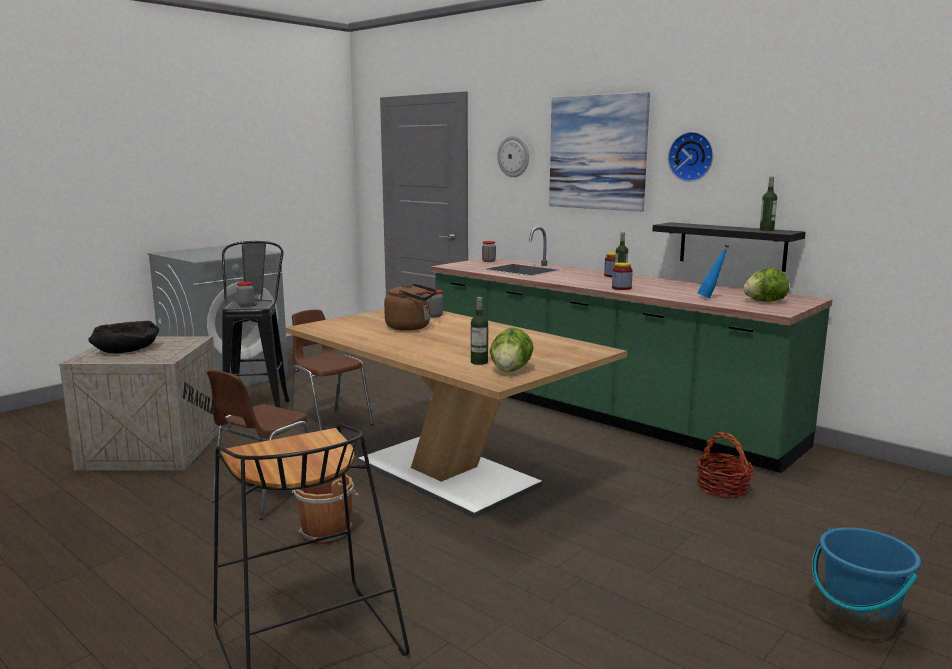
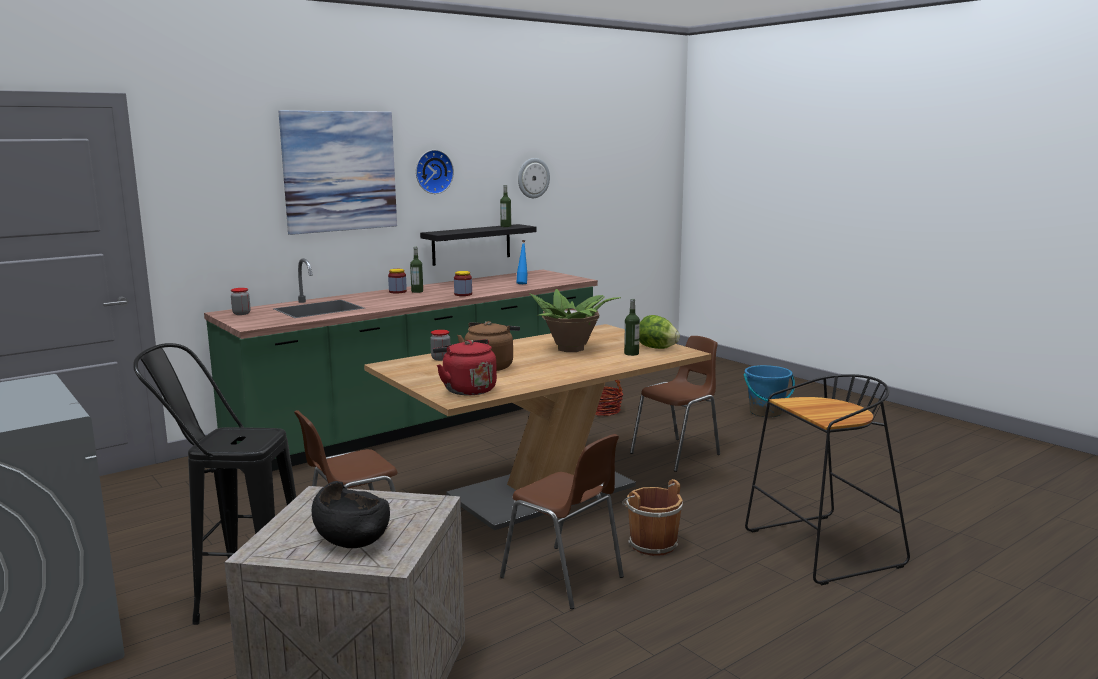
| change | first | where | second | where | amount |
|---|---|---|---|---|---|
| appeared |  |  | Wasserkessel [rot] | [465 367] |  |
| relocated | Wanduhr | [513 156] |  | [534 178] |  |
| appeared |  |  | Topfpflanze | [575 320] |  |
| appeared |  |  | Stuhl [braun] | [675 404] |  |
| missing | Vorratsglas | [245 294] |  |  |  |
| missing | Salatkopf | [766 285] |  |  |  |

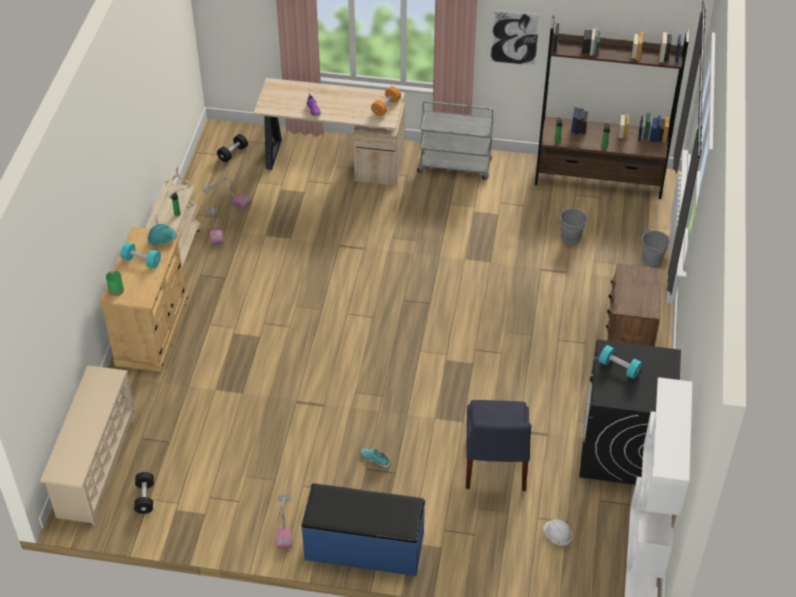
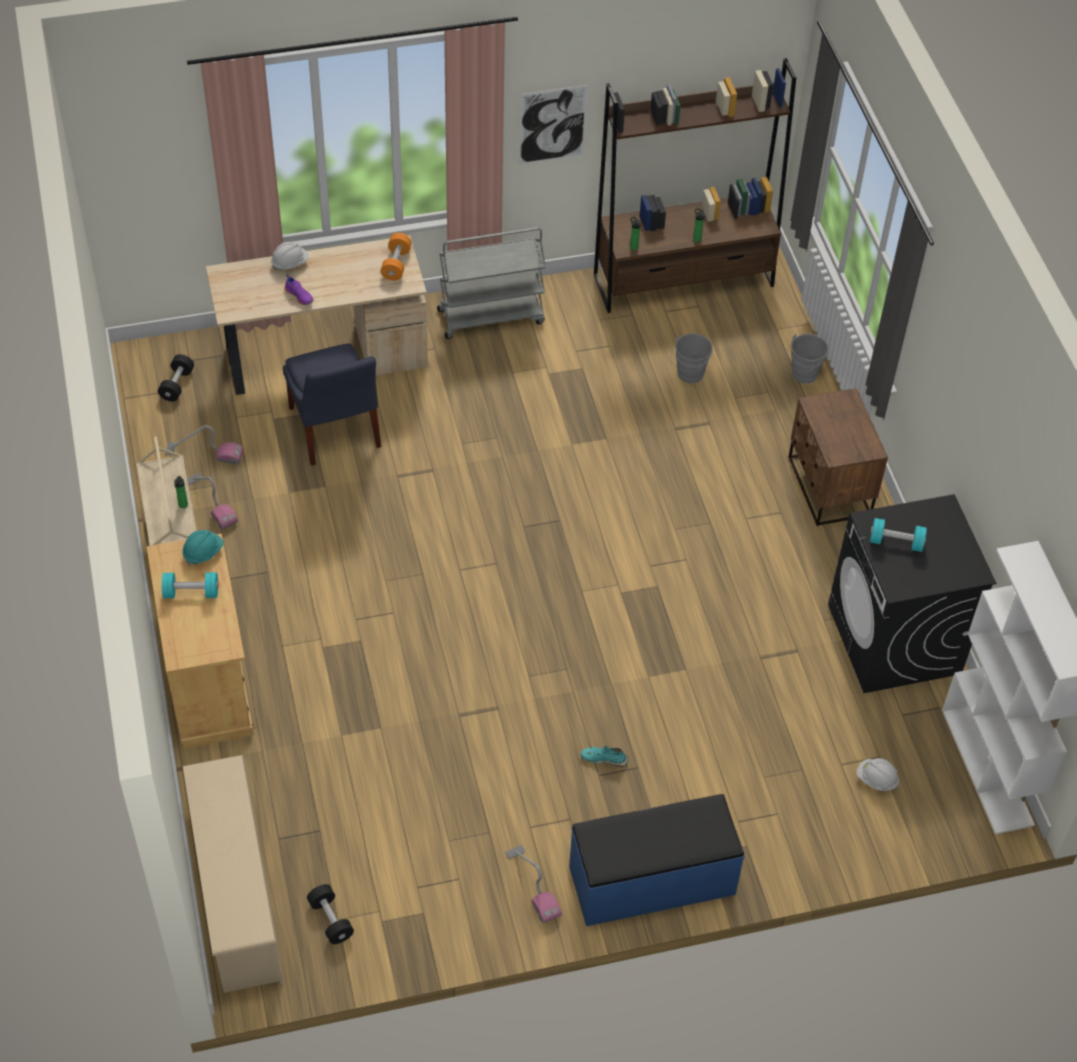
| change | first | where | second | where | amount |
|---|---|---|---|---|---|
| appeared |  |  | Schutzhelm [weiß] | [290 256] |  |
| relocated | Stuhl [blau] | [498 445] |  | [332 404] |  |
| missing | Flasche [grün] | [115 282] |  |  |  |

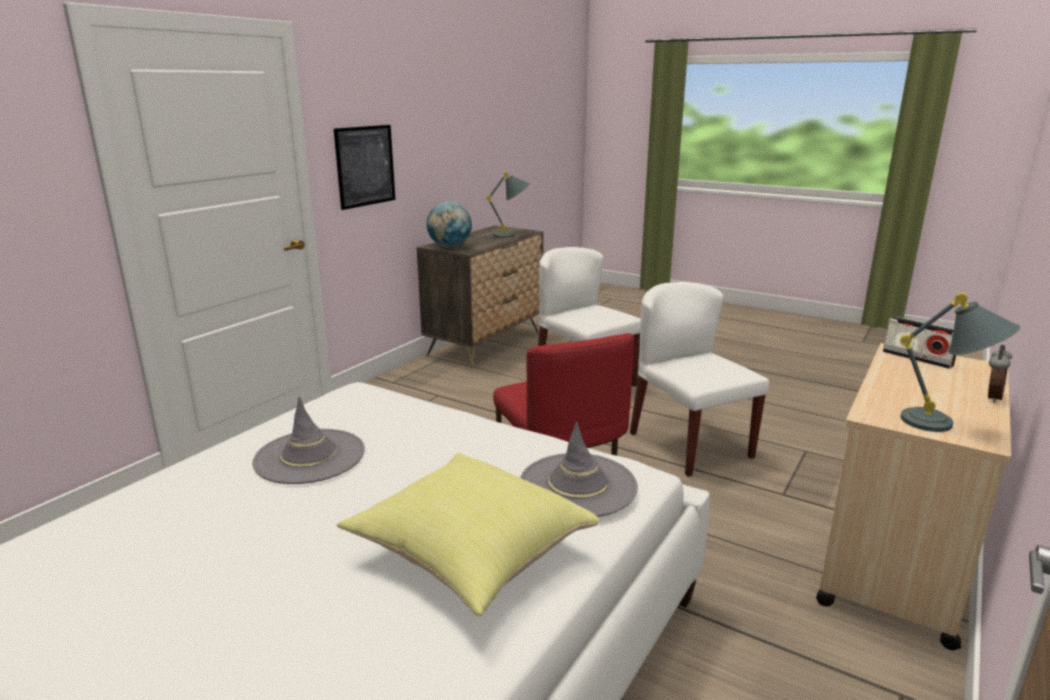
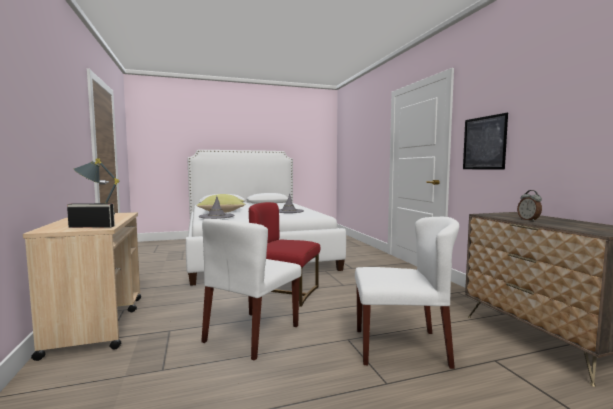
| change | first | where | second | where | amount |
|---|---|---|---|---|---|
| spun | Stuhl [weiß] | [699 379] |  | [251 290] | 105 degrees clockwise |
| relocated | Wecker | [1000 374] |  | [529 205] |  |
| missing | Globus | [449 225] |  |  |  |
| missing | Tischlampe [grau] | [508 205] |  |  |  |

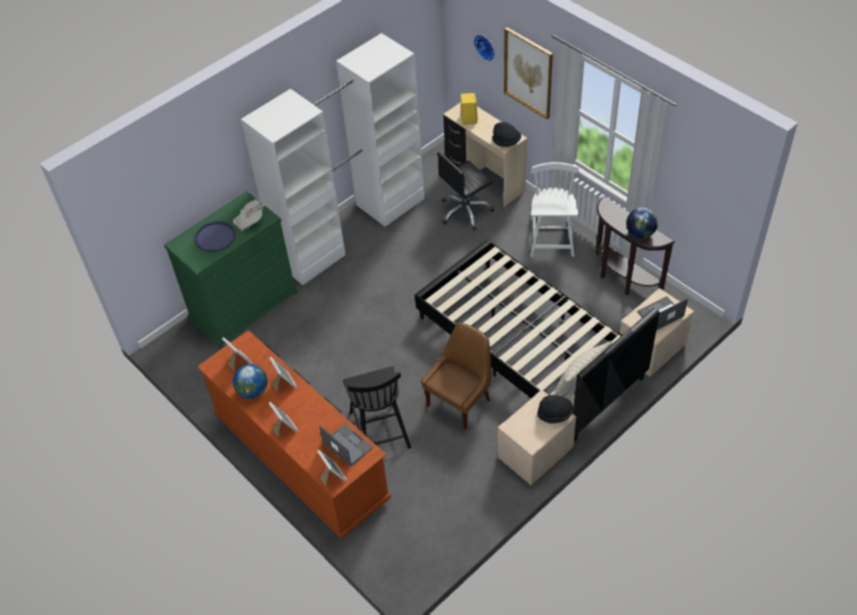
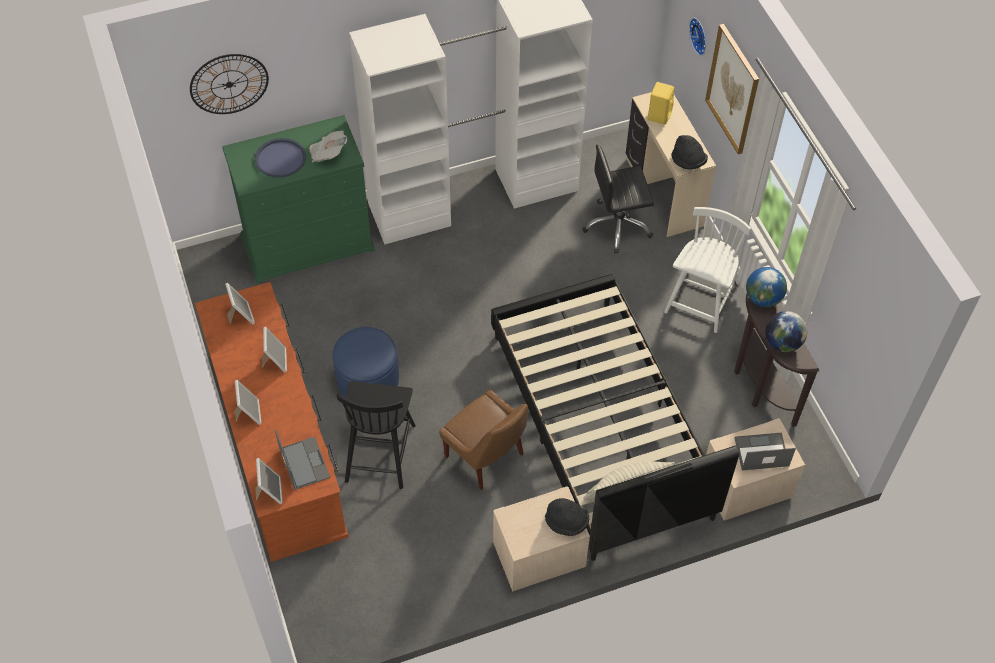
| change | first | where | second | where | amount |
|---|---|---|---|---|---|
| appeared |  |  | Wanduhr | [229 84] |  |
| appeared |  |  | Polsterhocker [blau] | [365 362] |  |
| spun | Stuhl [braun] | [456 376] |  | [483 439] | 75 degrees clockwise |
| relocated | Globus | [250 381] |  | [766 287] |  |

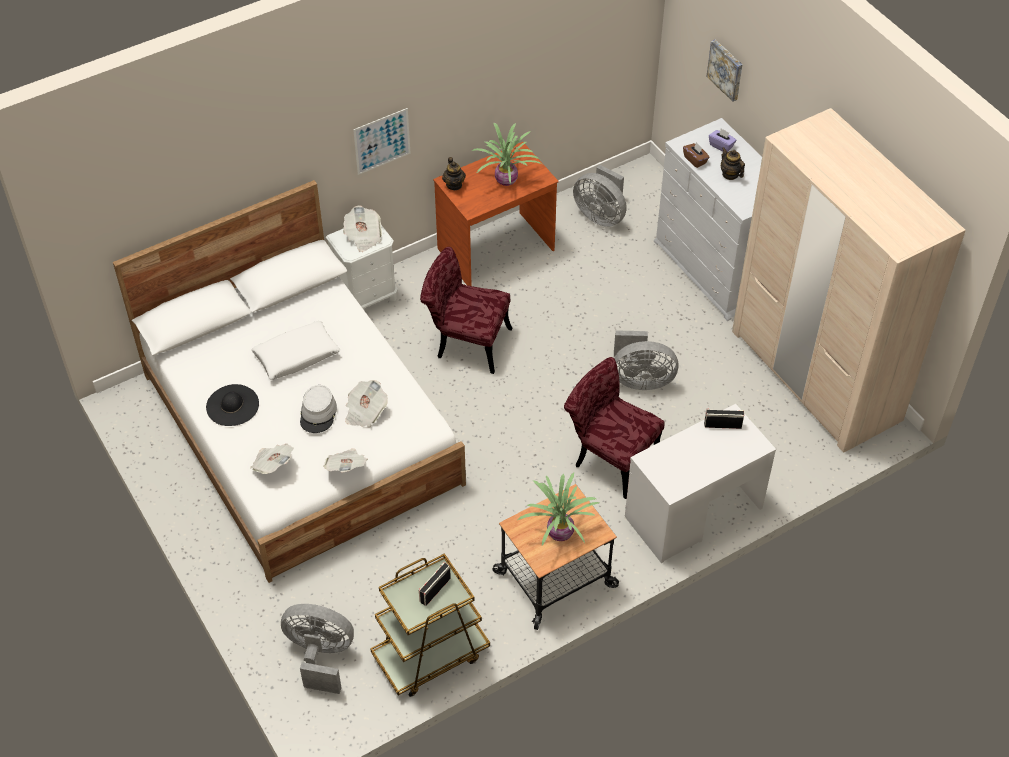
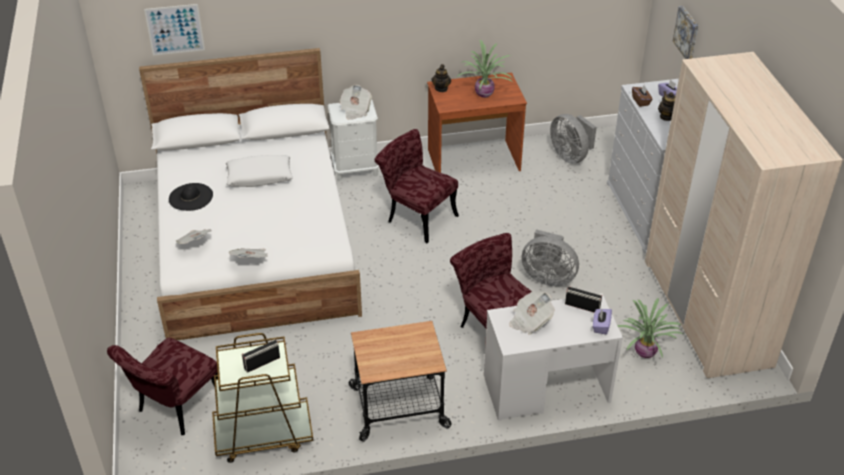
| change | first | where | second | where | amount |
|---|---|---|---|---|---|
| exchanged | Ventilator [grau] | [317 649] | Stuhl [rot] | [162 386] |  |
| relocated | Bild | [382 141] |  | [174 30] |  |
| relocated | Zeitung | [366 403] |  | [531 313] |  |
| appeared |  |  | Taschentuchbox [lila] | [602 321] |  |
| relocated | Topfpflanze | [558 508] |  | [650 328] |  |
| missing | Hut [grau] | [318 409] |  |  |  |

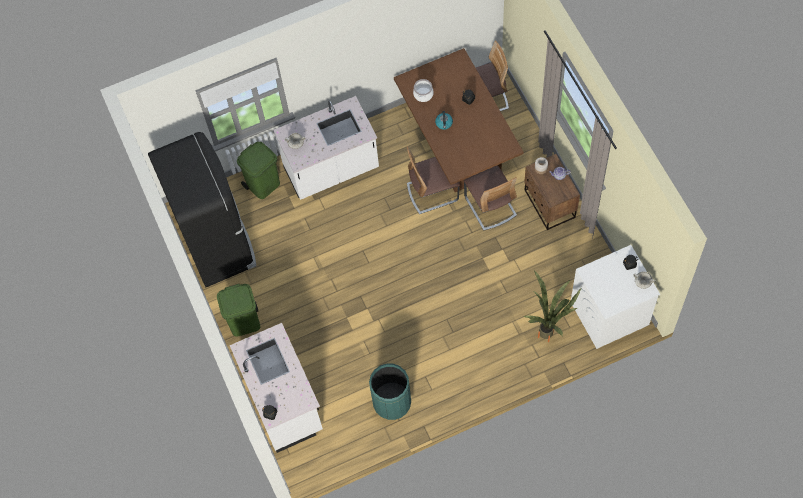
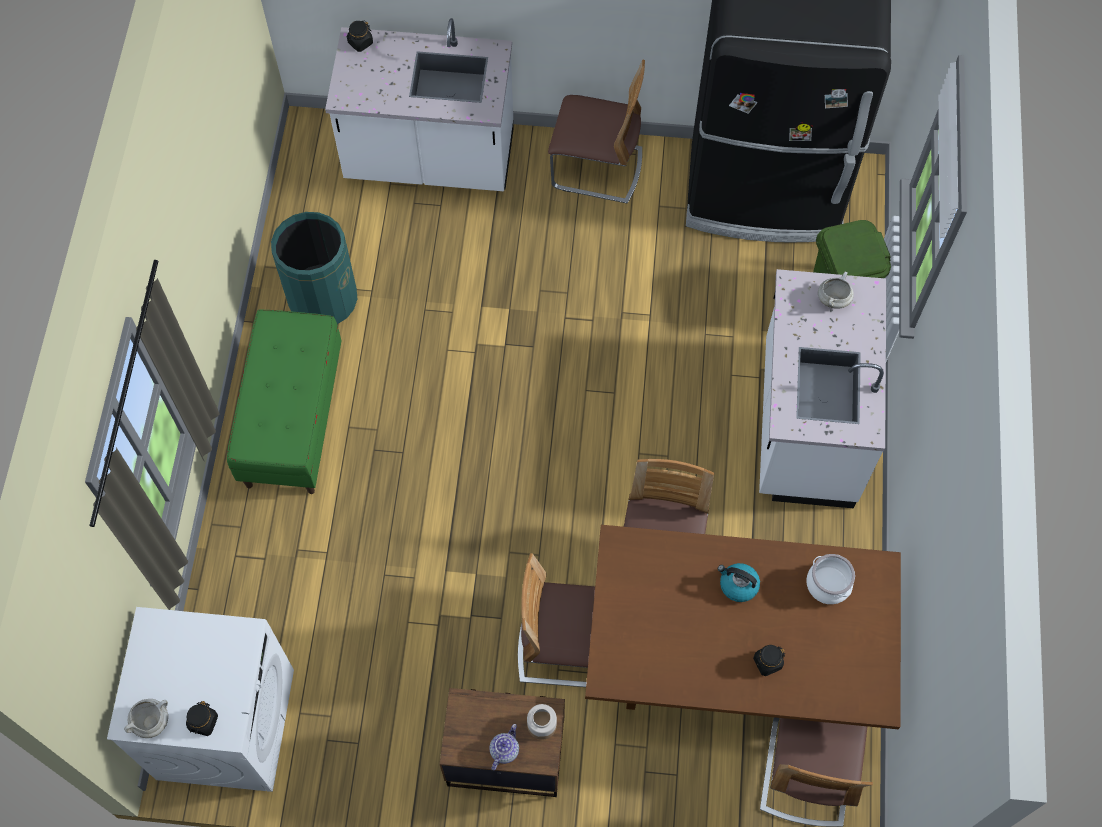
| change | first | where | second | where | amount |
|---|---|---|---|---|---|
| appeared |  |  | Bank [grün] | [284 401] |  |
| exchanged | Mülleimer [grün] | [238 310] | Stuhl | [596 132] |  |
| missing | Topfpflanze | [552 306] |  |  |  |

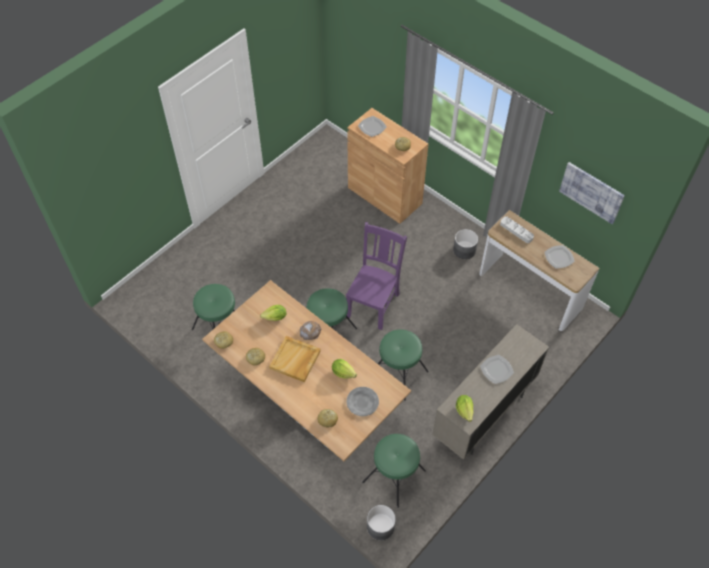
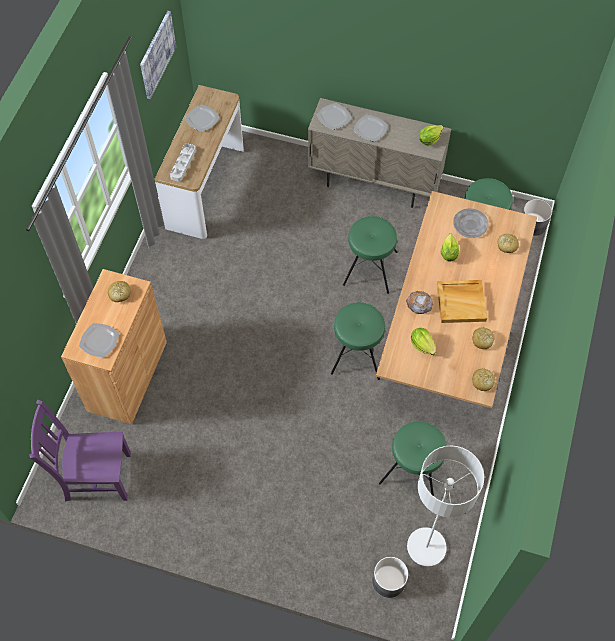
| change | first | where | second | where | amount |
|---|---|---|---|---|---|
| relocated | Stuhl [lila] | [376 276] |  | [80 451] |  |
| appeared |  |  | Teller | [334 116] |  |
| relocated | Pflanzkübel [grau] | [465 244] |  | [390 577] |  |
| appeared |  |  | Stehlampe [grau] | [445 506] |  |

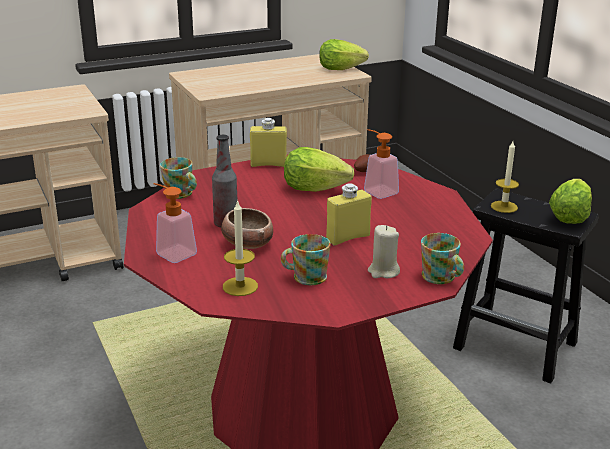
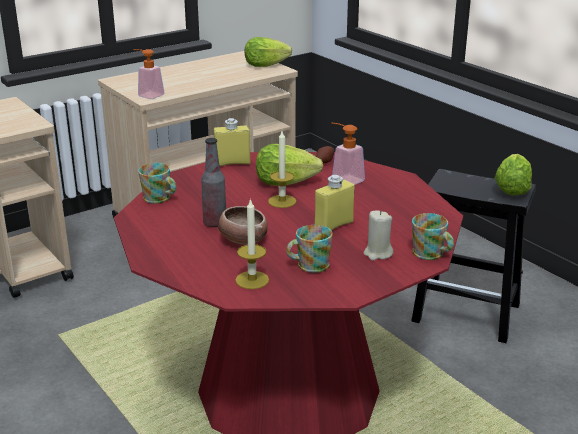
| change | first | where | second | where | amount |
|---|---|---|---|---|---|
| relocated | Seifenspender | [175 223] |  | [149 74] |  |
| relocated | Kerze | [505 177] |  | [282 169] |  |

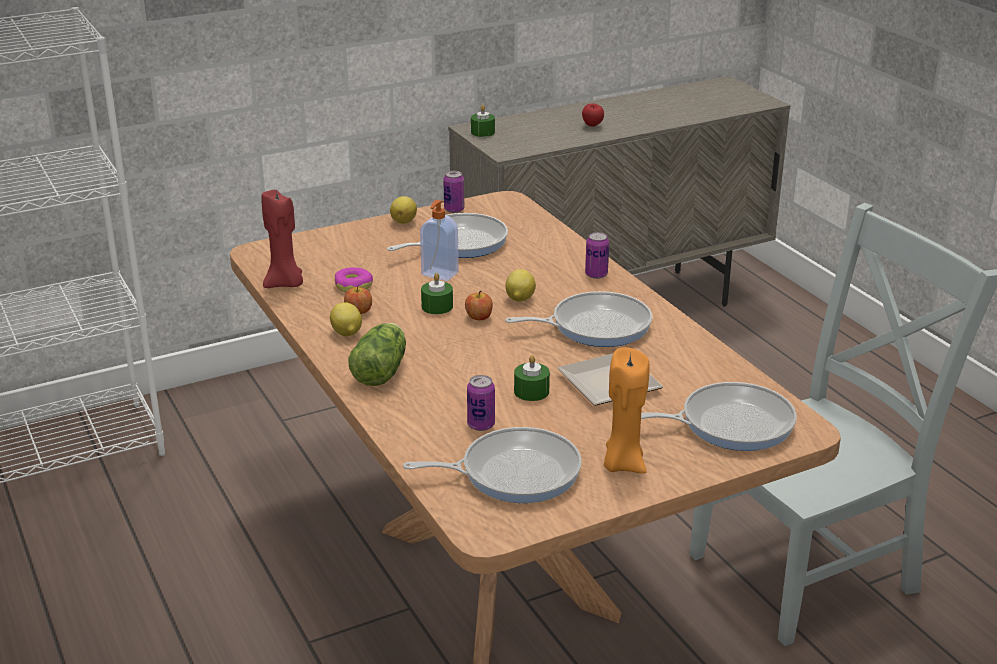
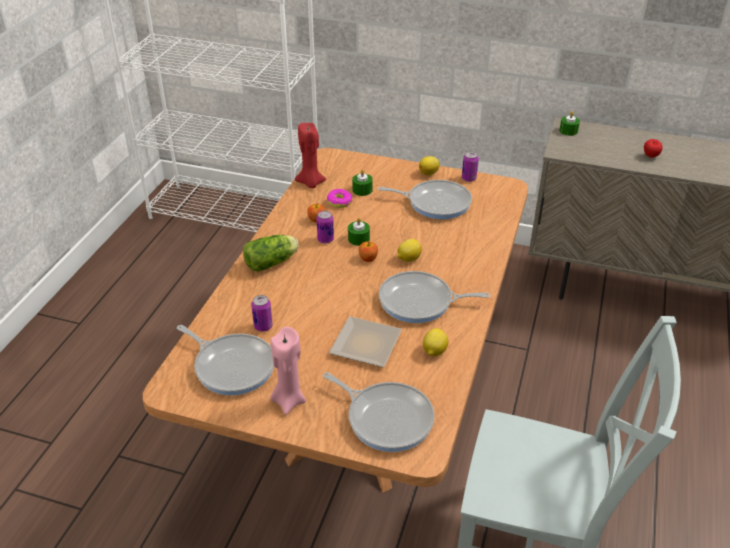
| change | first | where | second | where | amount |
|---|---|---|---|---|---|
| colour | Kerze [orange] | [626 410] | Kerze [rosa] | [288 371] |  |
| relocated | Dose | [597 255] |  | [325 227] |  |
| relocated | Kerze [grün] | [532 378] |  | [362 182] |  |
| spun | Pfanne | [578 319] |  | [434 297] | 150 degrees clockwise |
| relocated | Zitrone | [346 319] |  | [435 342] |  |
| missing | Seifenspender | [439 240] |  |  |  |

